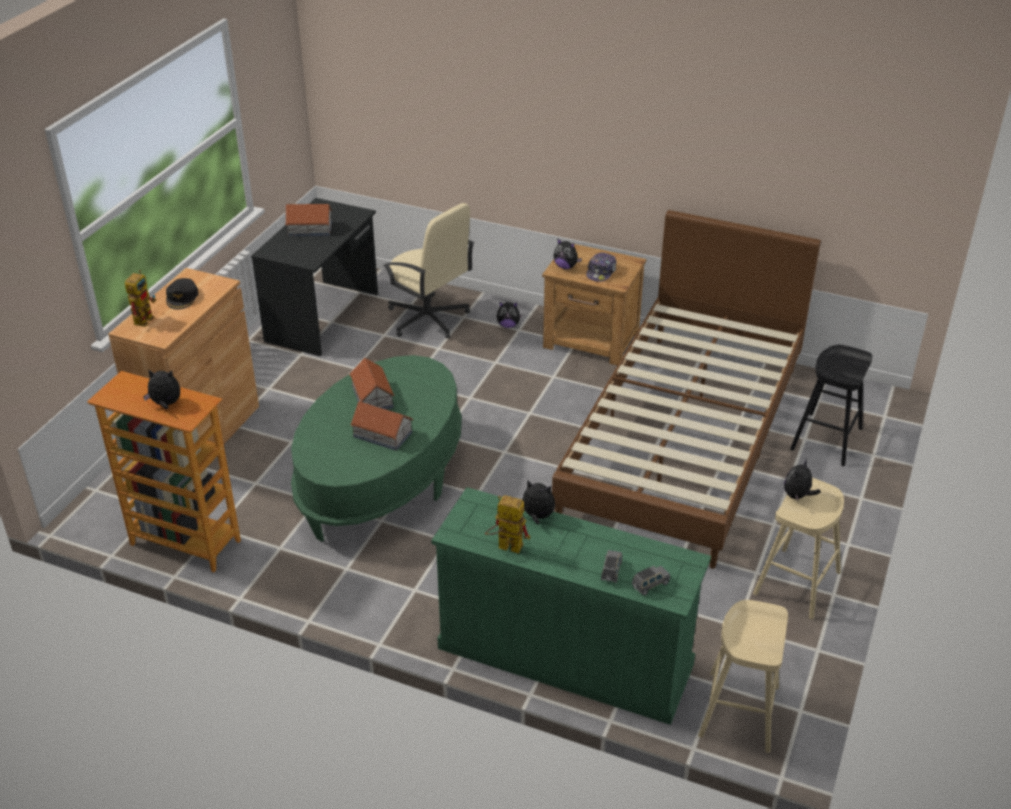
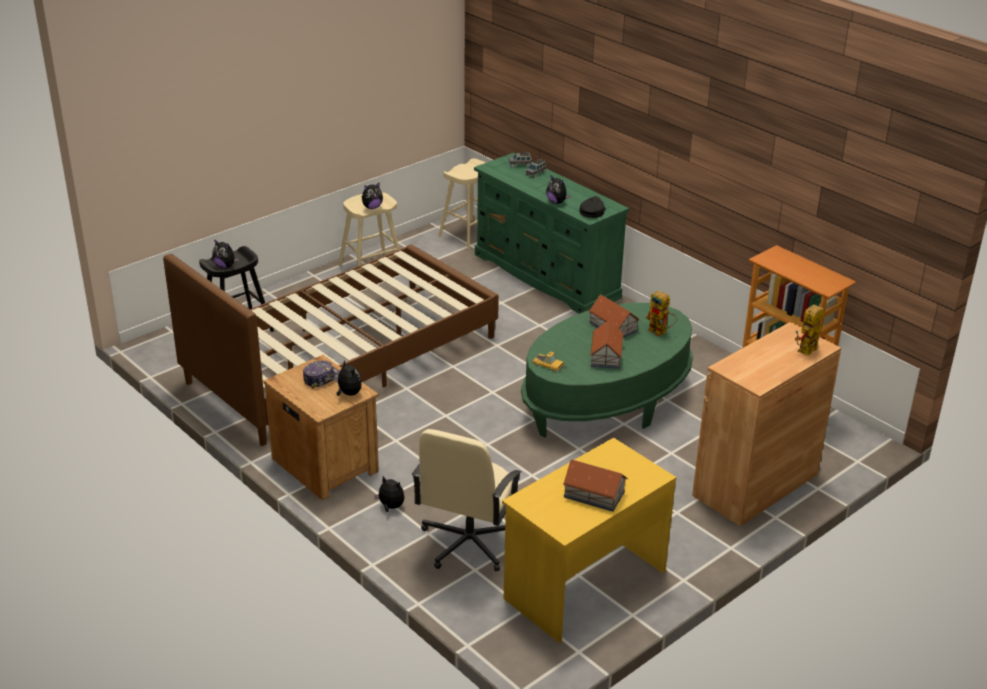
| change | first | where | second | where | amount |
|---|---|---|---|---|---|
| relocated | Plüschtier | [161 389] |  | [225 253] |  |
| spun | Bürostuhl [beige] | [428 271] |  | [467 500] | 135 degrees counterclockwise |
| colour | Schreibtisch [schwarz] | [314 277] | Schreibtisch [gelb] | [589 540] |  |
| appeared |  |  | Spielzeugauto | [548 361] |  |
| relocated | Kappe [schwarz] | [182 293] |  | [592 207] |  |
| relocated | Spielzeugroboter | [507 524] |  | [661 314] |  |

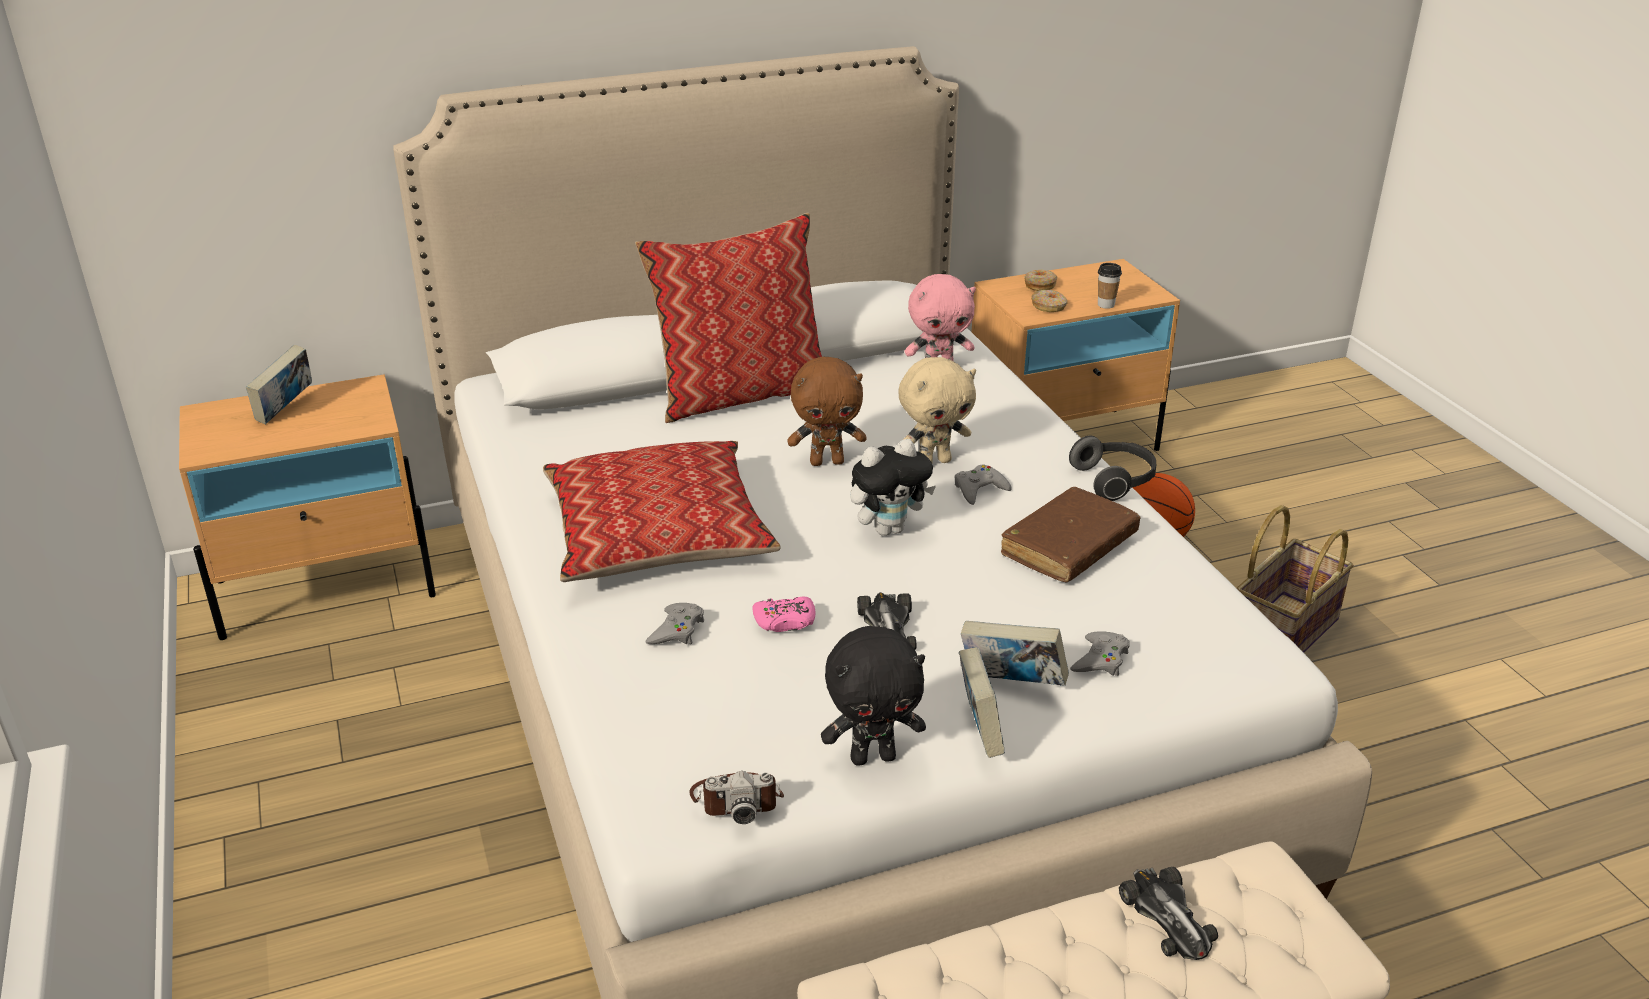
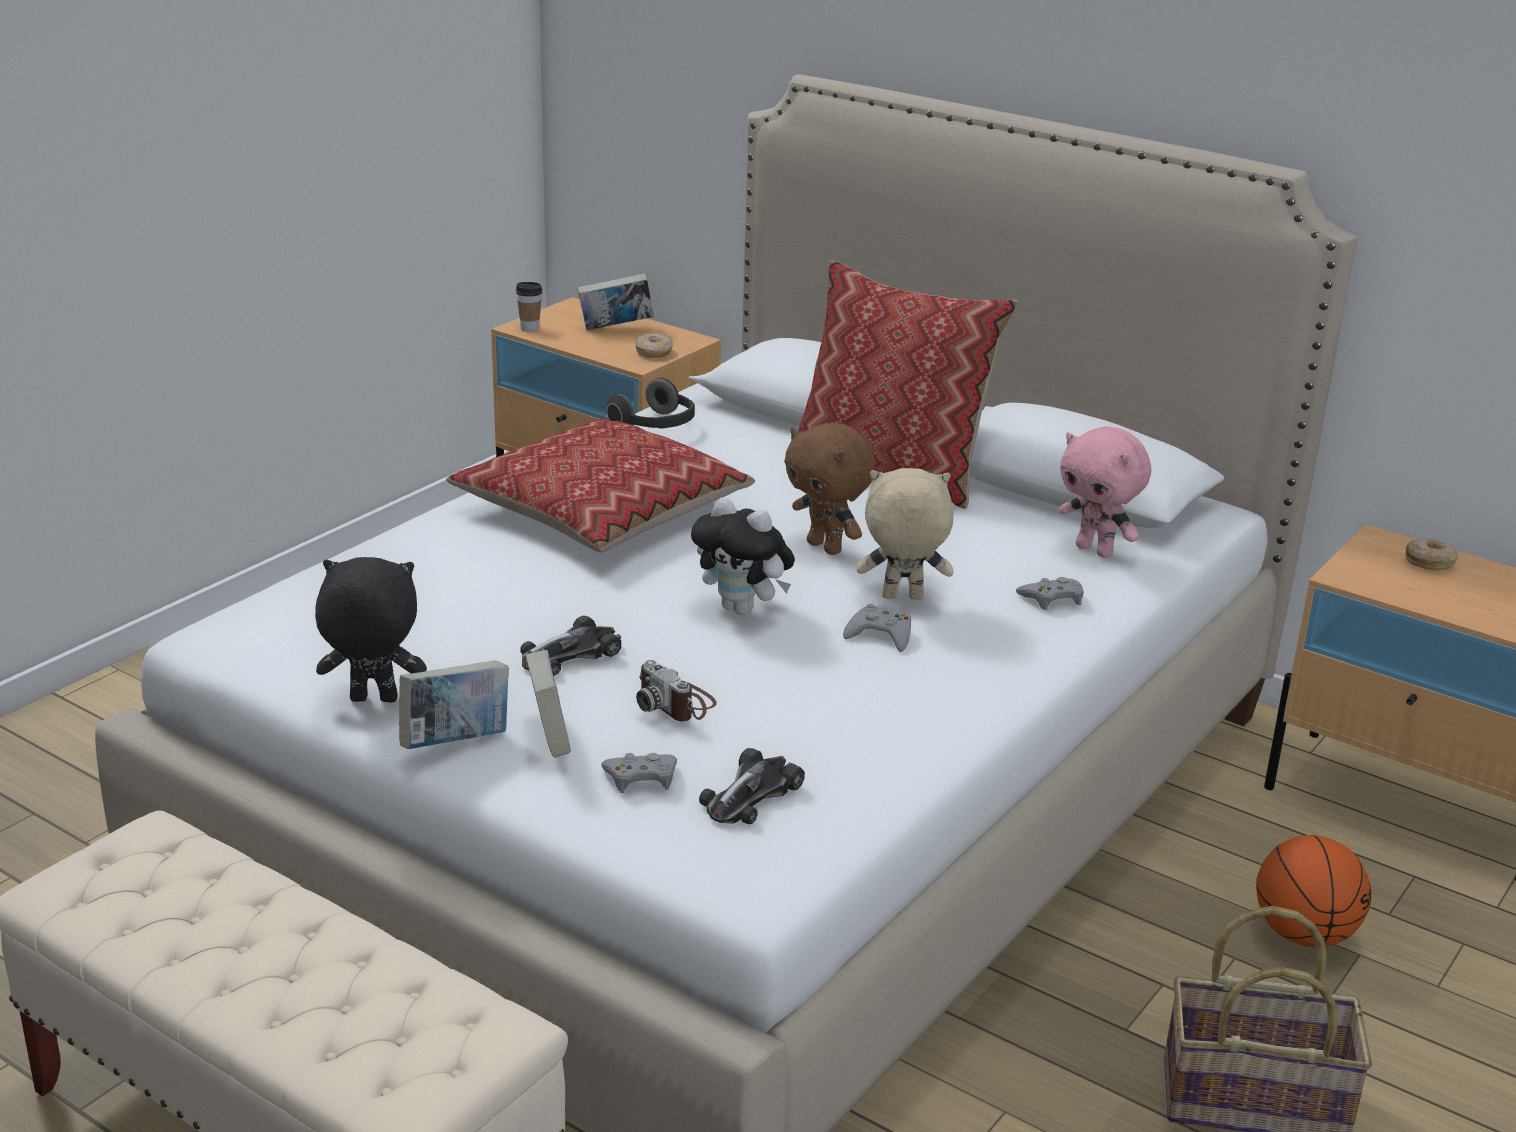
| change | first | where | second | where | amount |
|---|---|---|---|---|---|
| spun | Plüschtier [schwarz] | [873 696] |  | [371 629] | 135 degrees clockwise |
| relocated | Tasse | [1110 286] |  | [529 307] |  |
| relocated | Kopfhörer | [1112 468] |  | [650 403] |  |
| relocated | Donut | [1049 301] |  | [654 345] |  |
| relocated | Kamera | [736 797] |  | [676 690] |  |
| relocated | Spielzeugauto | [1168 913] |  | [752 786] |  |
| spun | Plüschtier [beige] | [937 410] |  | [905 534] | 150 degrees clockwise |
| relocated | Gamepad [grau] | [674 624] |  | [1050 593] |  |
| missing | Gamepad [rosa] | [783 614] |  |  |  |
| missing | Buch [braun] | [1071 534] |  |  |  |

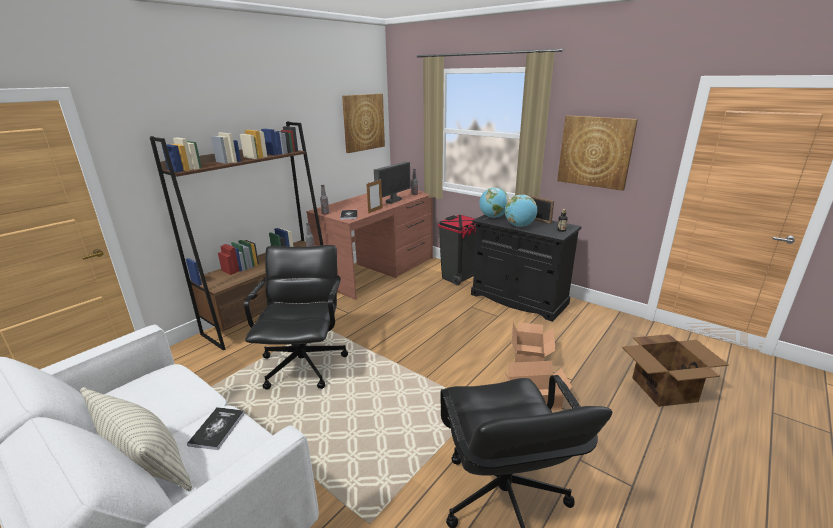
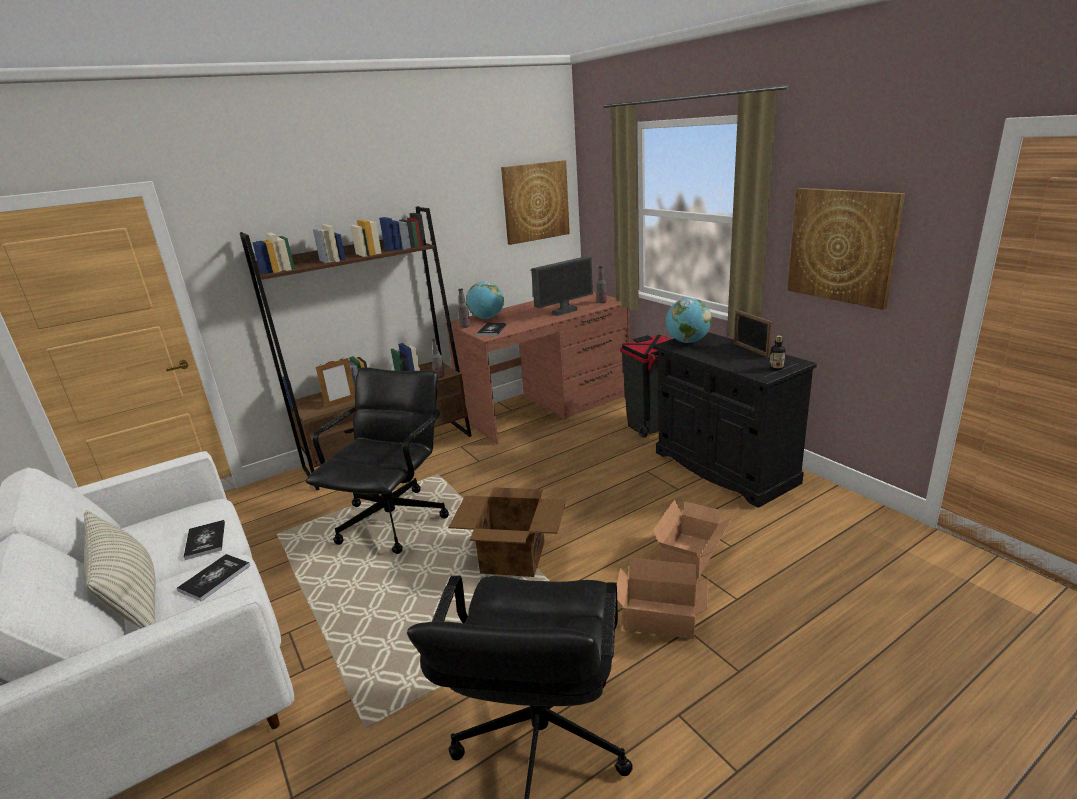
| change | first | where | second | where | amount |
|---|---|---|---|---|---|
| appeared |  |  | Buch | [204 540] |  |
| relocated | Bilderrahmen | [374 196] |  | [335 383] |  |
| relocated | Karton | [675 370] |  | [507 532] |  |
| relocated | Globus | [521 211] |  | [485 300] |  |

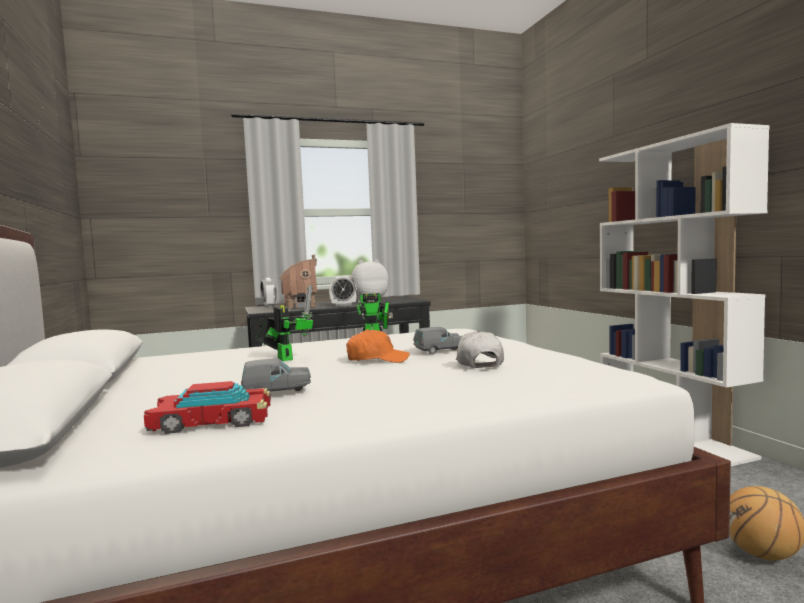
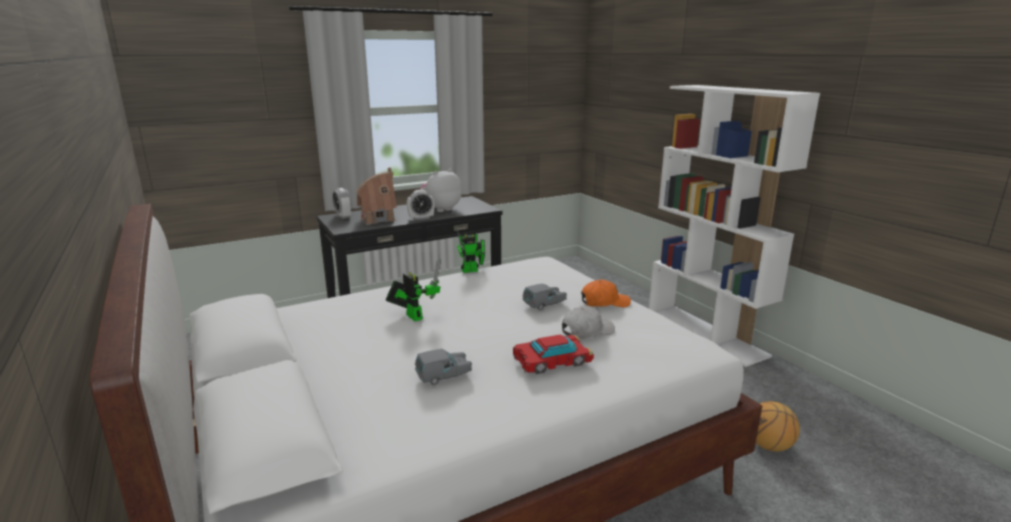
| change | first | where | second | where | amount |
|---|---|---|---|---|---|
| relocated | Spielzeugauto | [207 407] |  | [553 354] |  |
| spun | Kappe [weiß] | [480 349] |  | [588 322] | 75 degrees clockwise |
| relocated | Kappe [orange] | [378 346] |  | [606 293] |  |

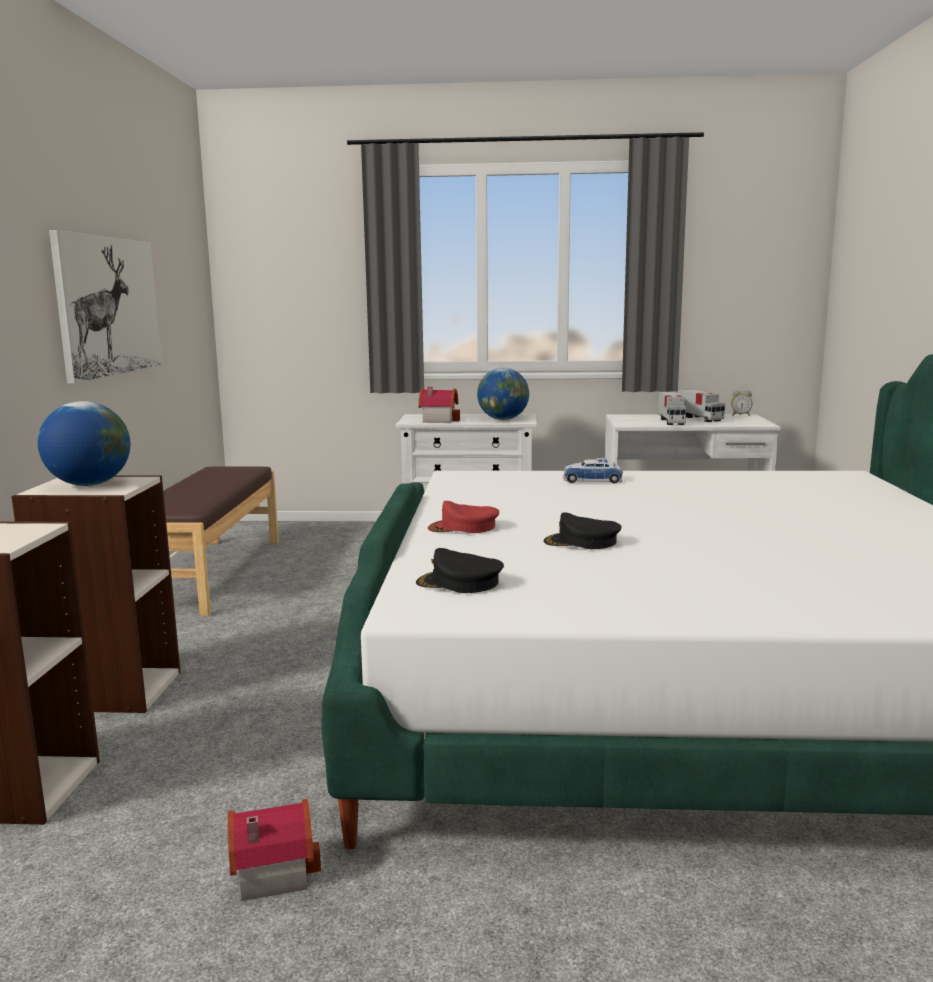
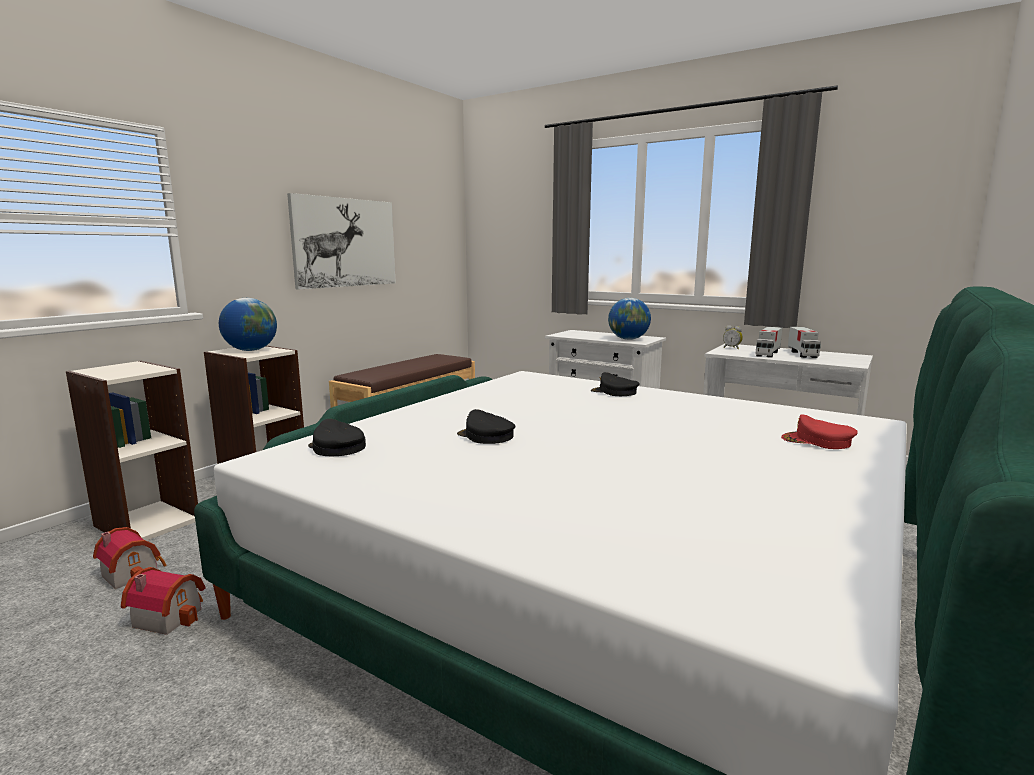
| change | first | where | second | where | amount |
|---|---|---|---|---|---|
| relocated | Spielzeughaus | [439 405] |  | [130 558] |  |
| exchanged | Spielzeugauto | [593 470] | Kappe [schwarz] | [615 384] |  |
| relocated | Wecker | [741 403] |  | [733 337] |  |
| relocated | Kappe [rot] | [463 517] |  | [819 431] |  |

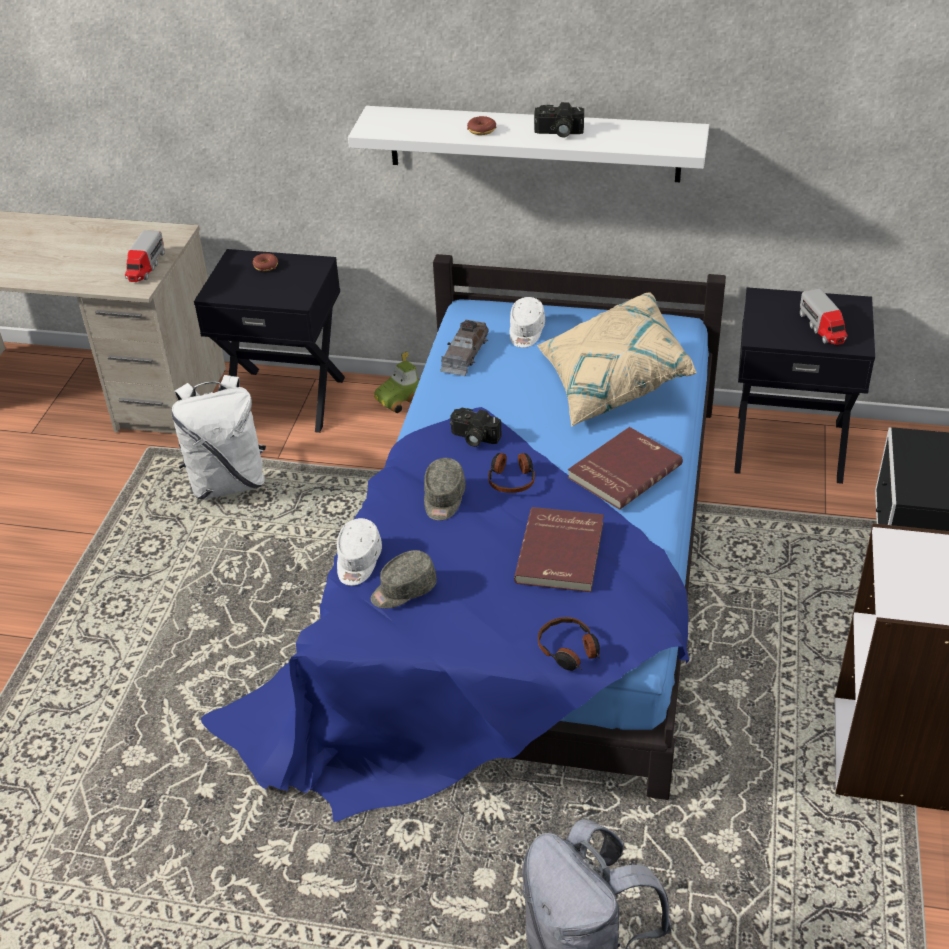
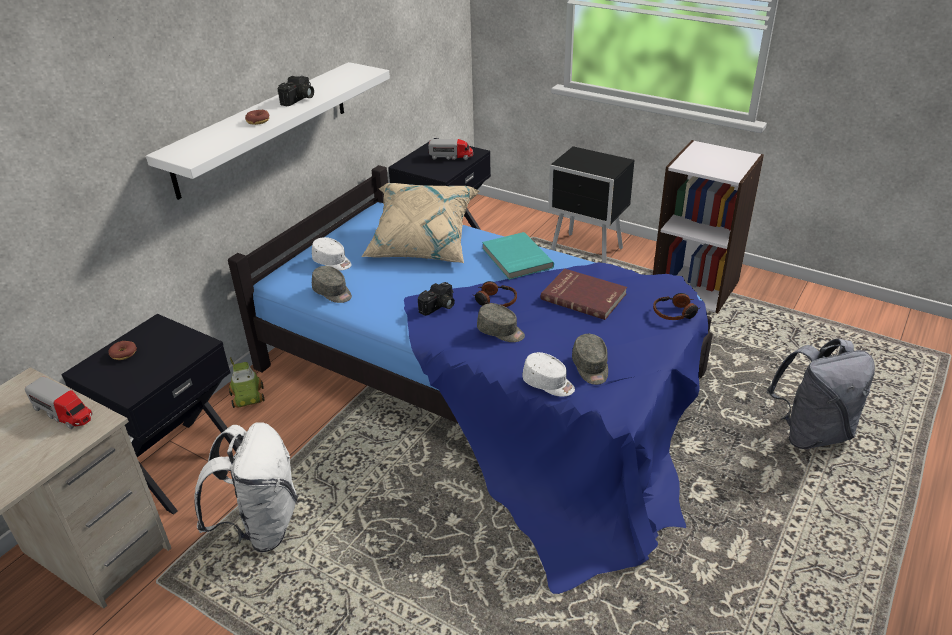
| change | first | where | second | where | amount |
|---|---|---|---|---|---|
| exchanged | Spielzeugauto [grau] | [464 348] | Kappe [grau] | [332 284] |  |
| colour | Buch [rot] | [625 468] | Buch [türkis] | [518 256] |  |

